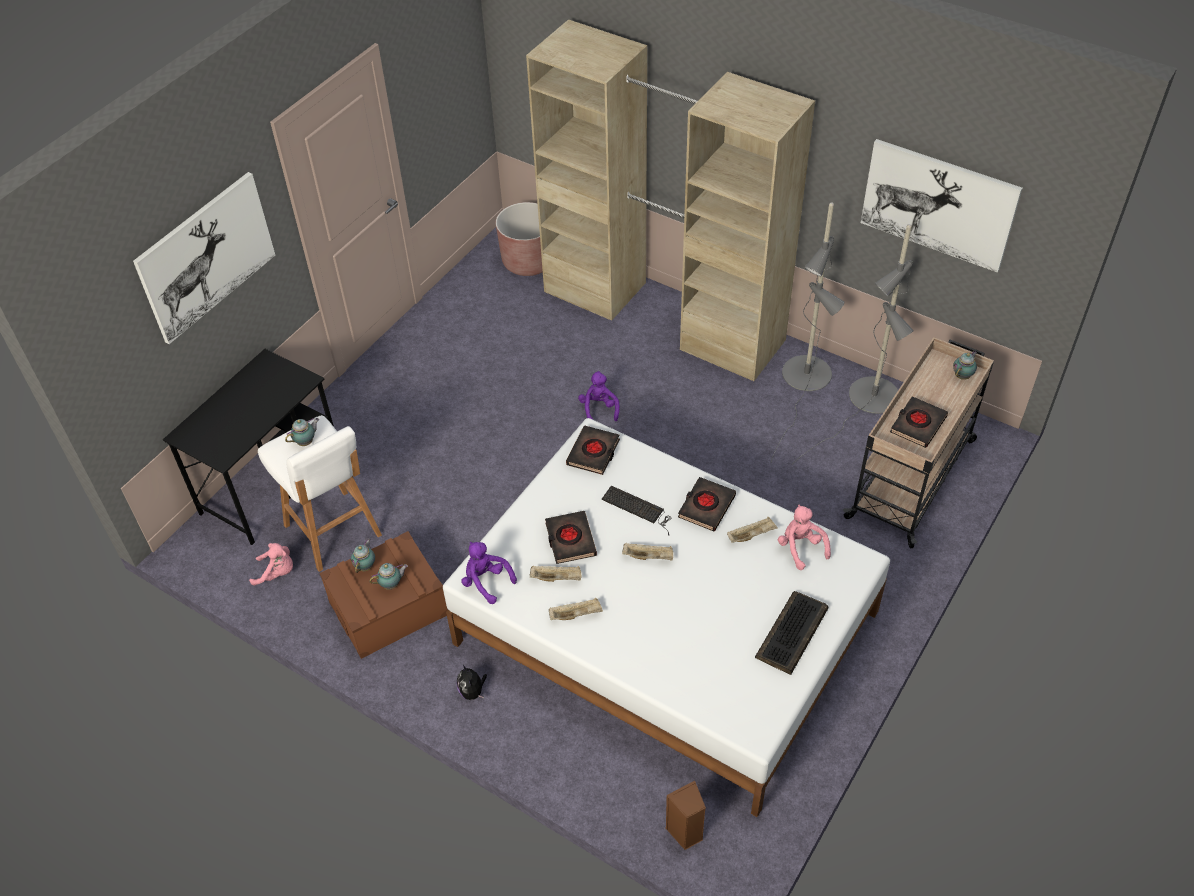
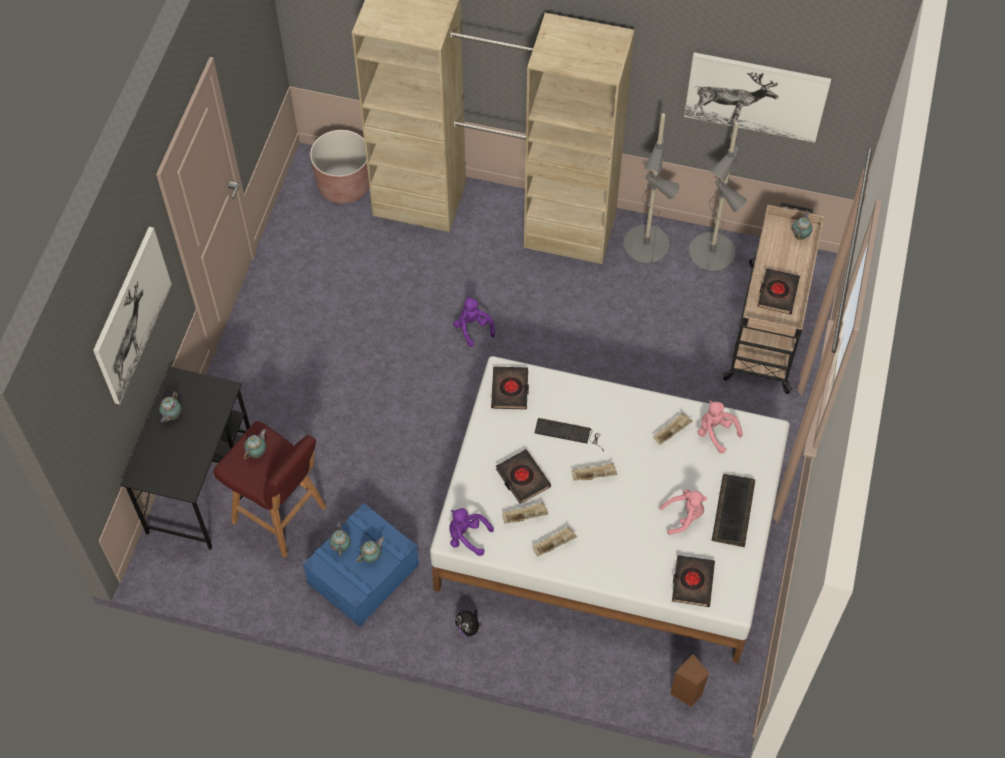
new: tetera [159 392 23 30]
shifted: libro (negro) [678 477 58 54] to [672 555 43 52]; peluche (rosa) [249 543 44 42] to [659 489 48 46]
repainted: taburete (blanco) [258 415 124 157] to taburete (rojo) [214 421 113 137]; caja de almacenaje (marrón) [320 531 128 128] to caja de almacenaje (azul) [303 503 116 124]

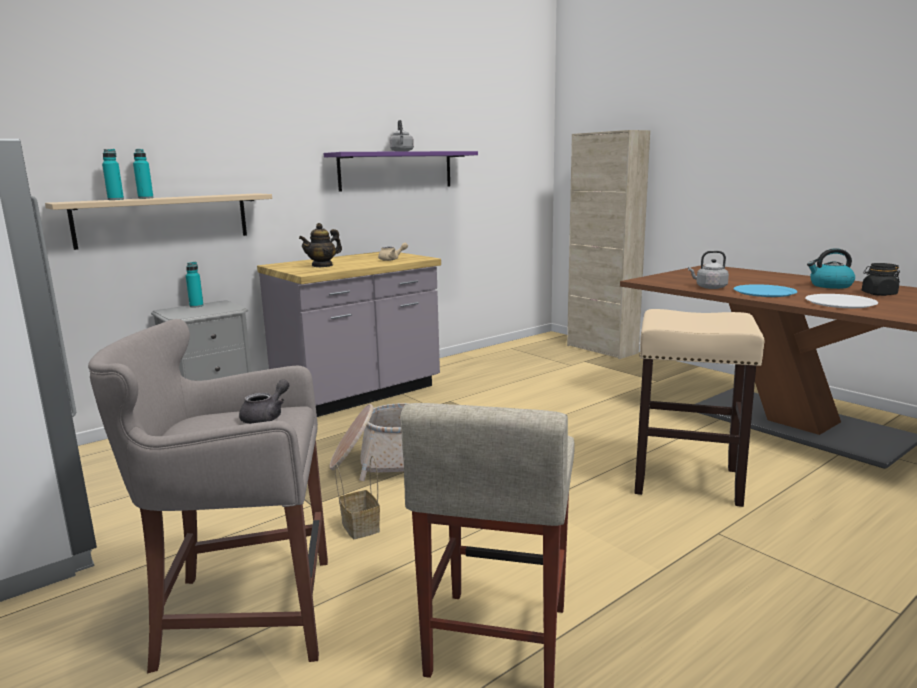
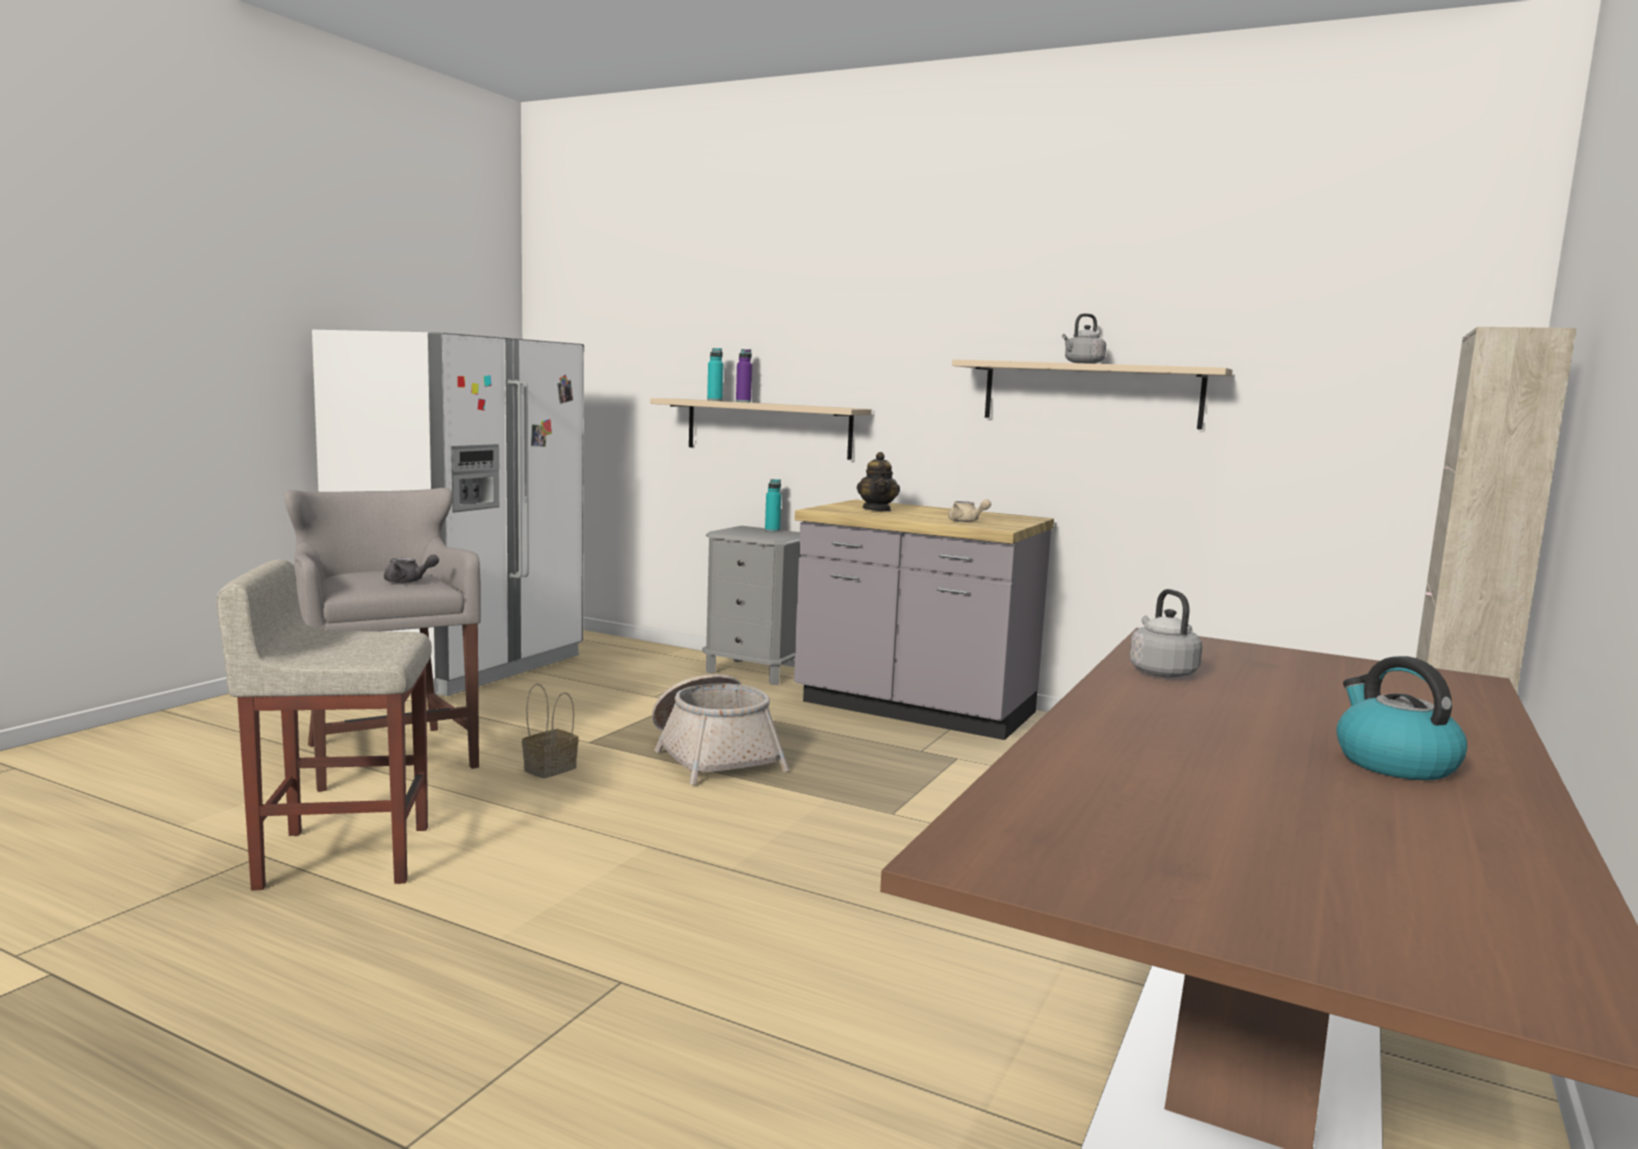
gone: tarro (negro) [862 263 38 33]; plato (azul) [734 284 63 13]; plato (blanco) [805 294 73 14]; taburete (beis) [634 309 130 198]
repainted: botella (turquesa) [133 149 21 50] to botella (morado) [736 349 16 53]; estante (morado) [323 151 155 41] to estante (beis) [952 359 281 71]
rotated: tetera [299 223 43 44] = [857 452 43 60] 120 degrees counterclockwise

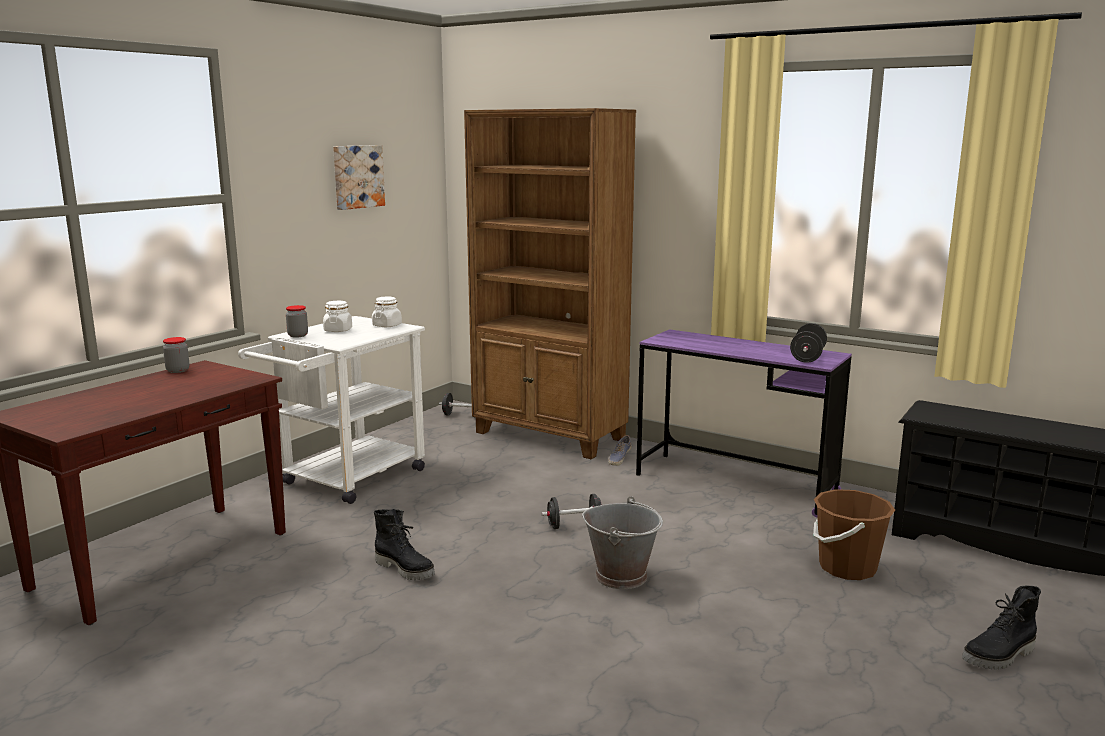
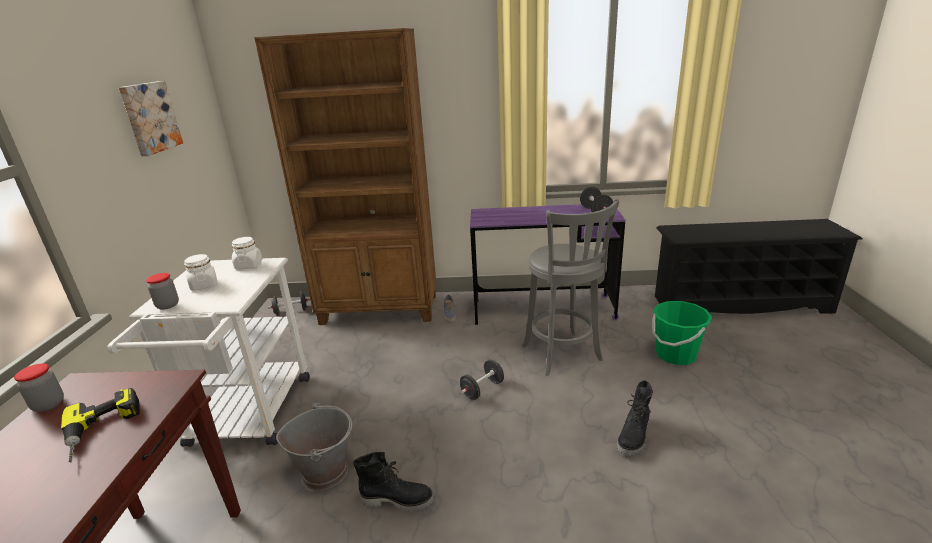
new: taburete (gris) [522 199 97 177]; taladro [61 388 79 74]
shifted: cubo (gris) [582 496 81 93] to [276 402 76 89]; bota (negro) [962 586 79 84] to [617 380 36 76]
repainted: cubo (marrón) [813 489 82 91] to cubo (verde) [652 301 60 64]

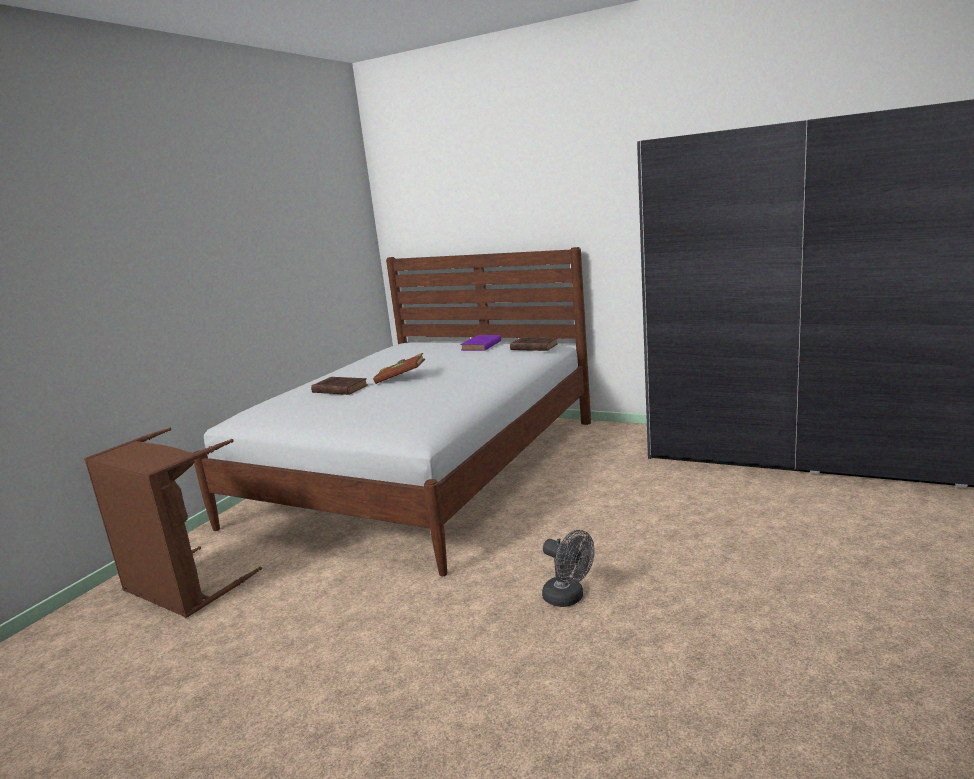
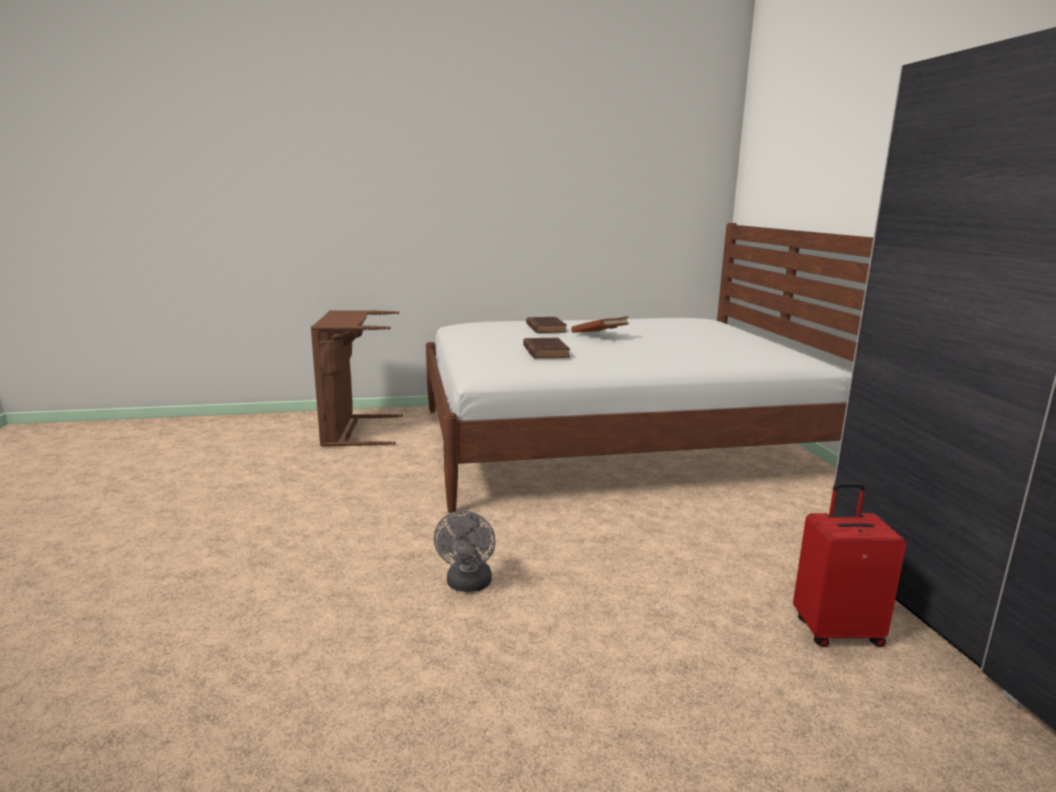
gone: libro (morado) [460 335 41 16]
new: maleta (rojo) [793 483 113 164]
shifted: libro (marrón) [510 337 48 14] to [523 338 47 21]

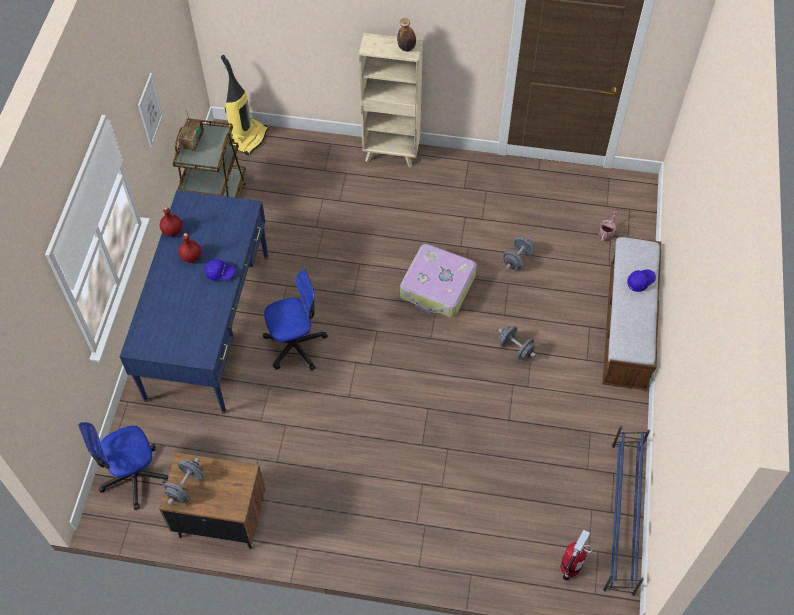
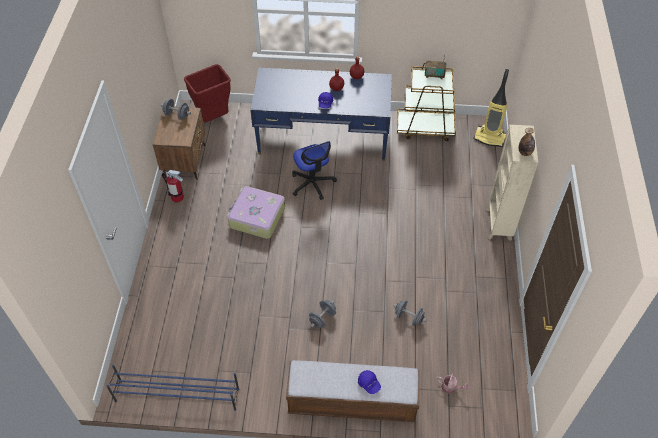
gone: cuadro [138 73 25 74]
shifted: maleta [400 244 77 73] to [227 186 58 53]; extintor [560 530 33 51] to [162 170 22 32]
swapped: silla de oficina [79 422 89 88] to papelera (rojo) [184 64 47 58]

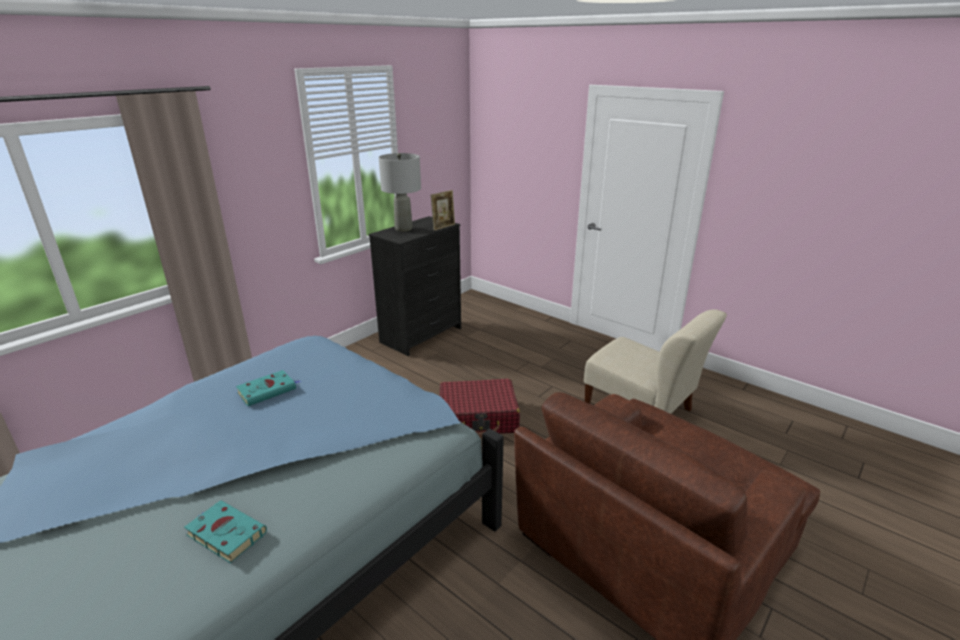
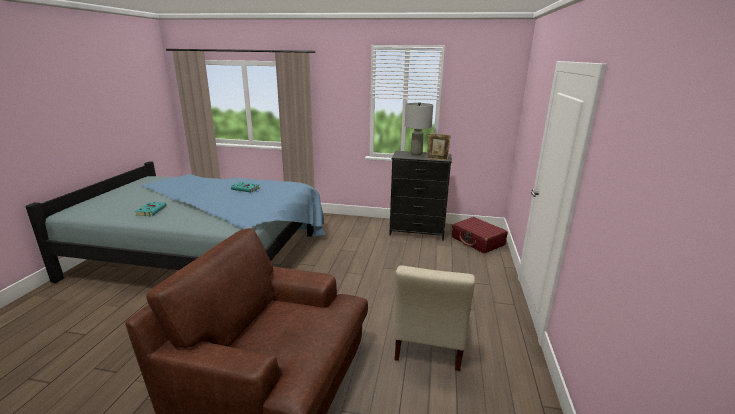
shifted: maleta (rojo) [440 379 80 59] to [452 217 56 36]

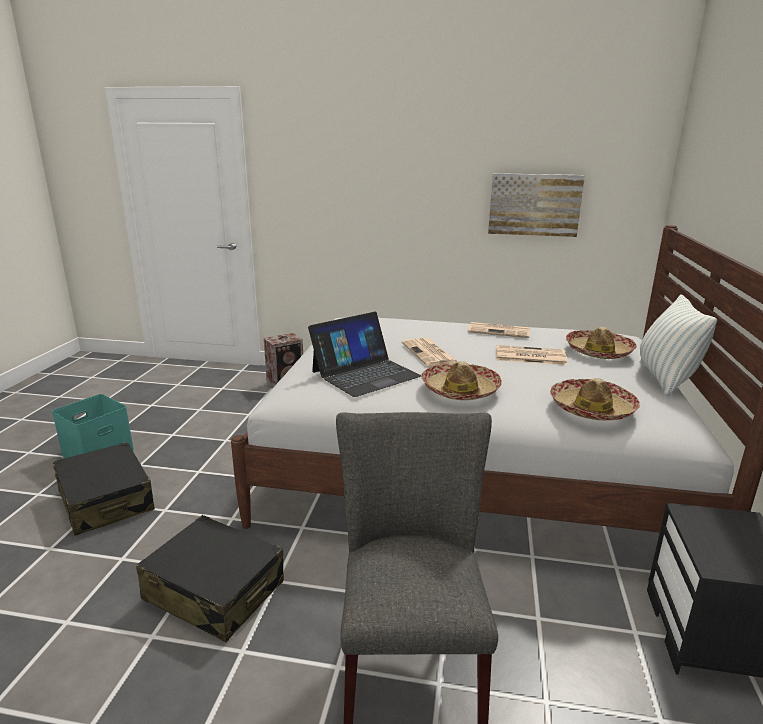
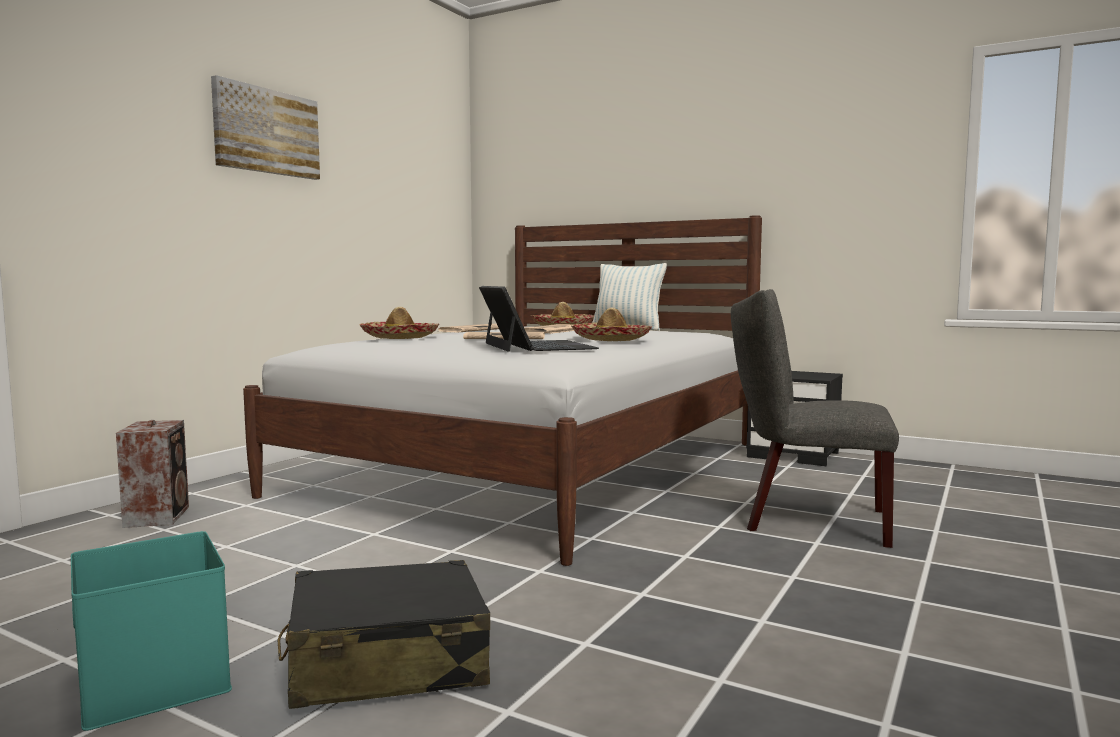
gone: maleta (negro) [136 515 148 127]
shifted: cuadro [488 173 97 64] to [211 75 109 105]; sombrero [550 378 90 43] to [360 306 79 33]

